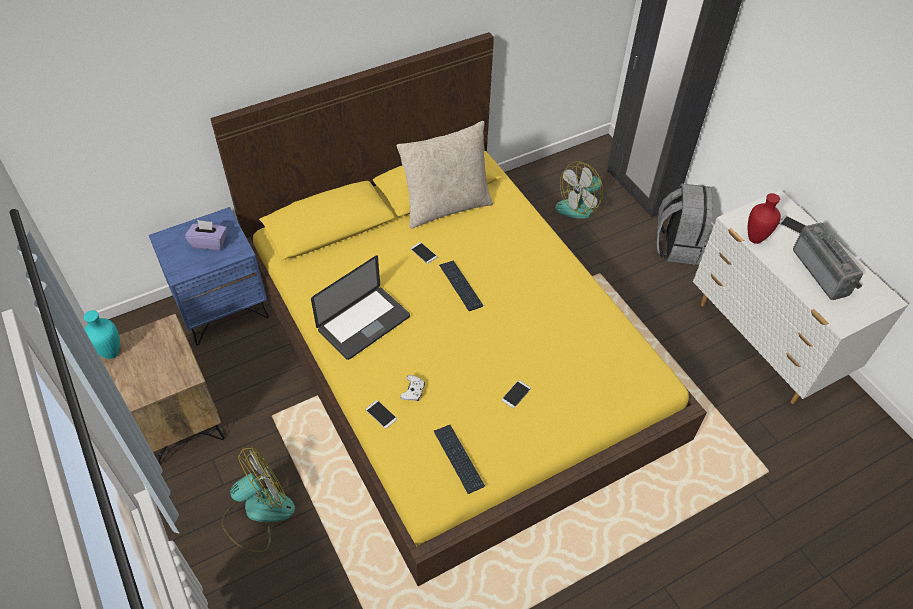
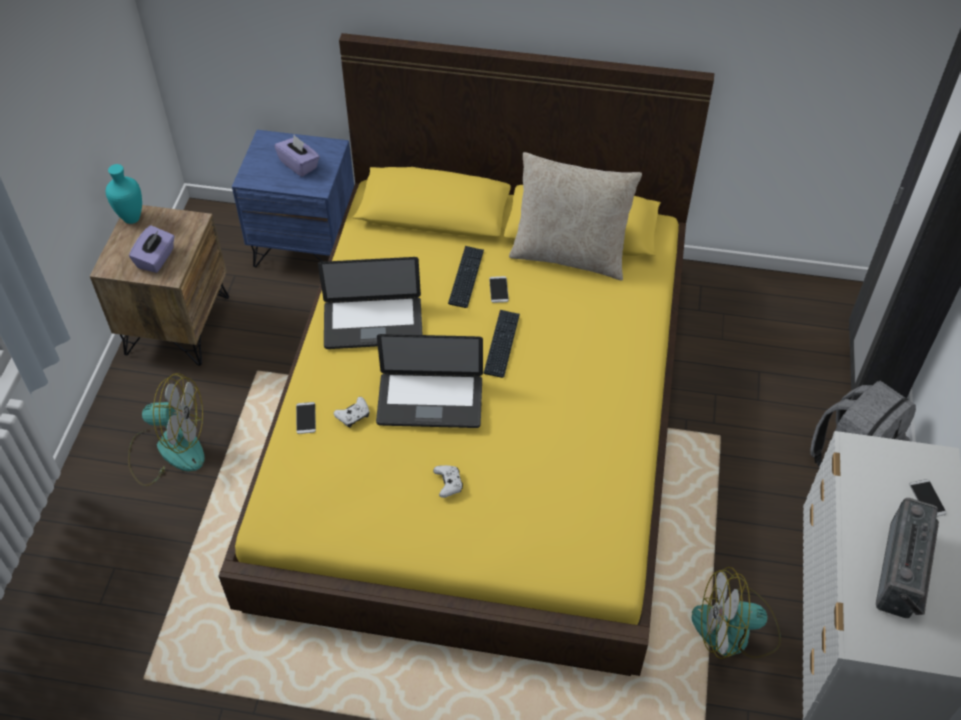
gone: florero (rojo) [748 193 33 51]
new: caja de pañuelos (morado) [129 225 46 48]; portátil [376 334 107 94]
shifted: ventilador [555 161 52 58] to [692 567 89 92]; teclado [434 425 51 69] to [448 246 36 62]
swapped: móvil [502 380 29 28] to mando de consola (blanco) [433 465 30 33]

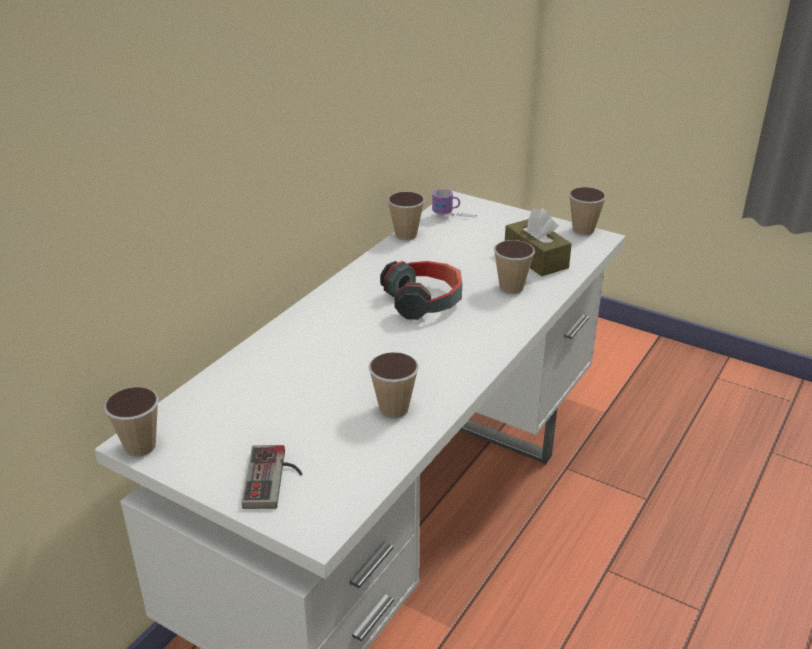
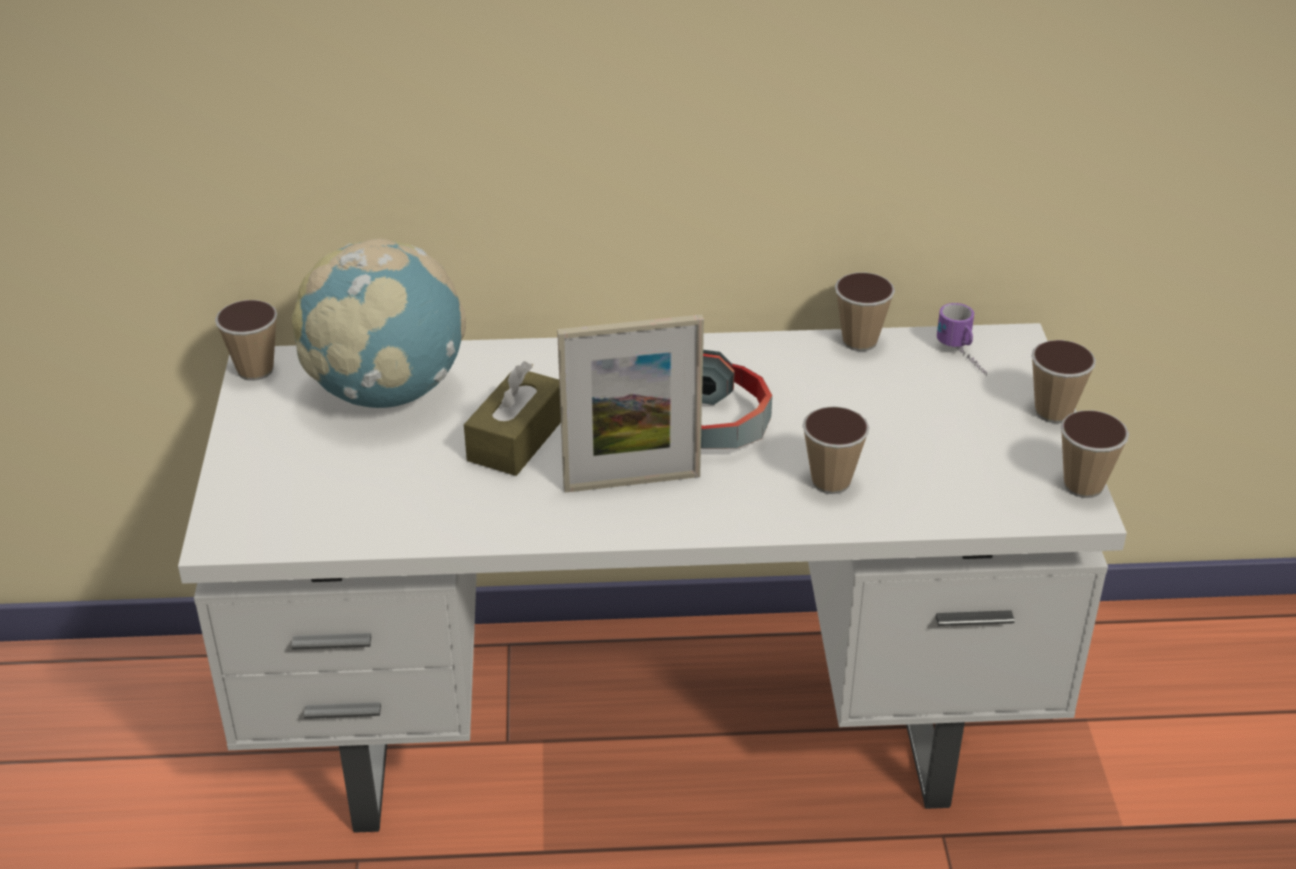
gone: mando de consola [242 445 60 64]
new: globo terráqueo [292 239 174 169]; portarretratos [557 314 147 179]
shifted: caja de pañuelos (marrón) [505 208 67 68] to [464 361 97 115]; taza [368 352 51 66] to [1031 340 65 83]

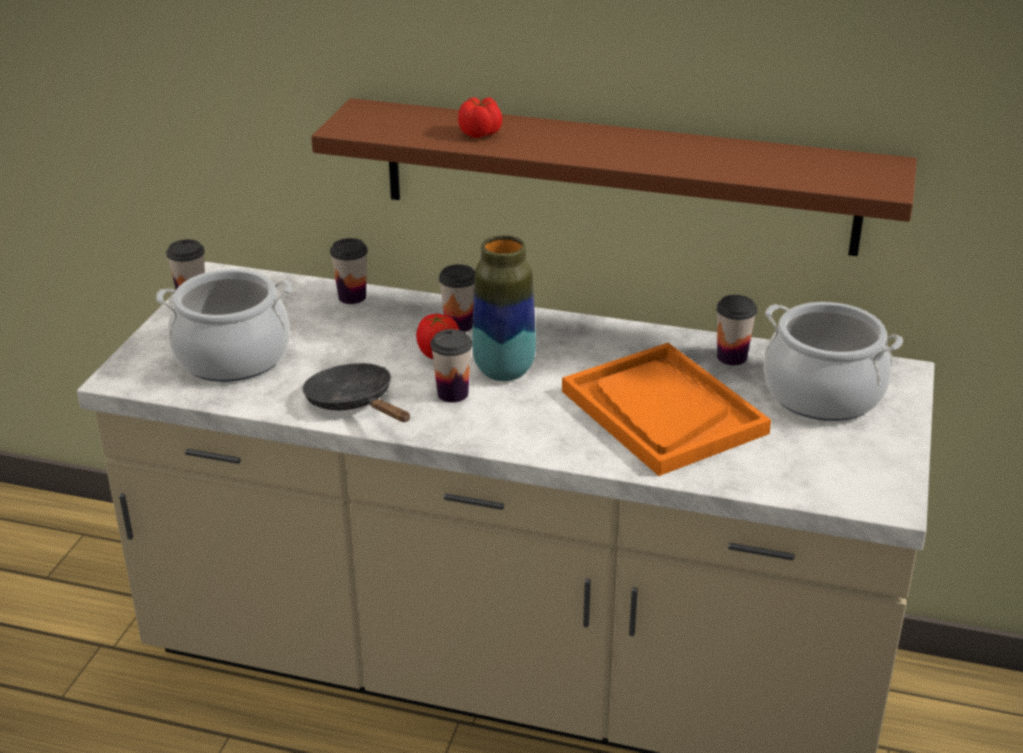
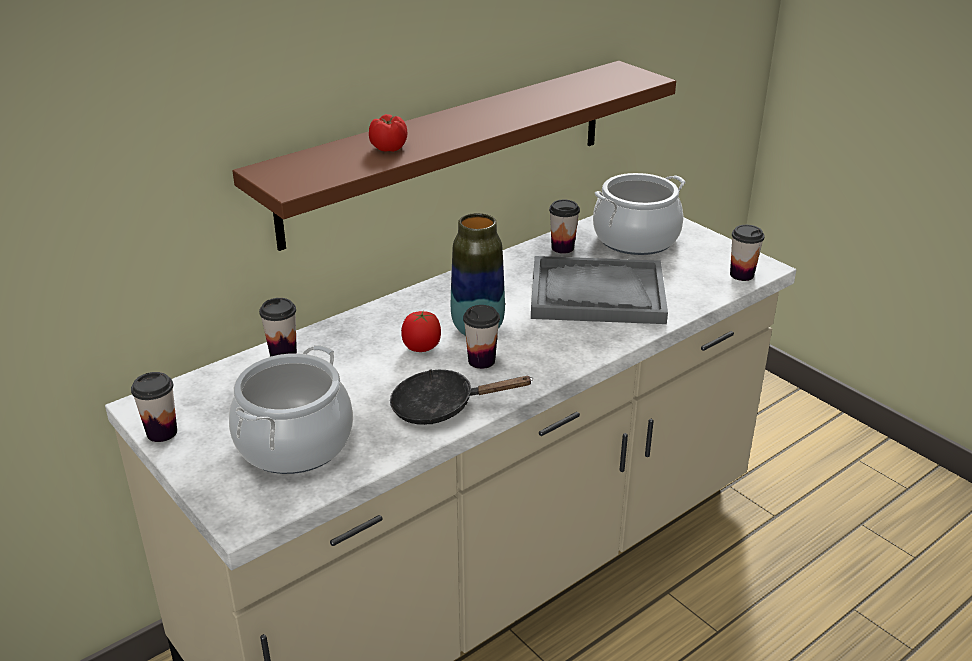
shifted: taza [439 264 36 68] to [730 225 35 56]
repainted: bandeja (naranja) [562 343 209 133] to bandeja (gris) [531 256 137 68]

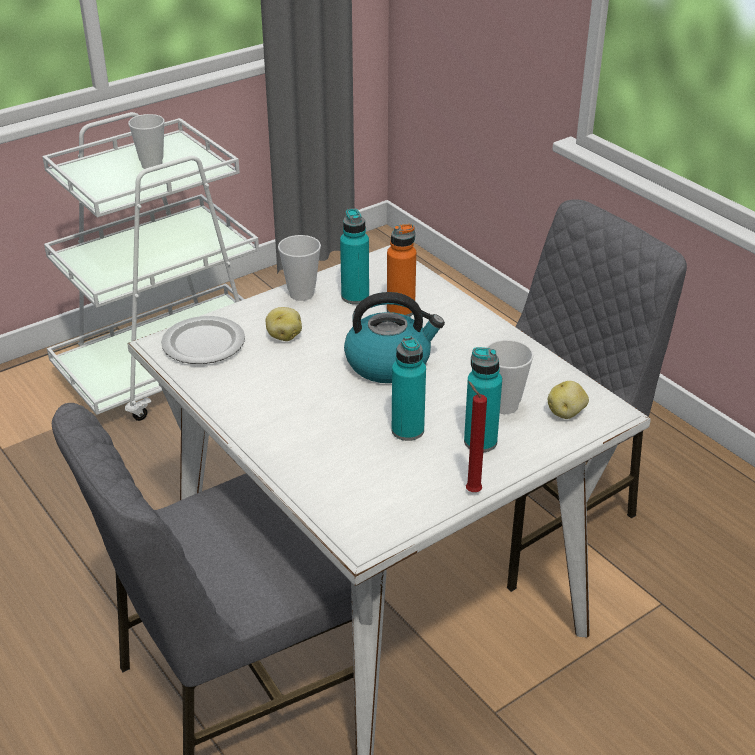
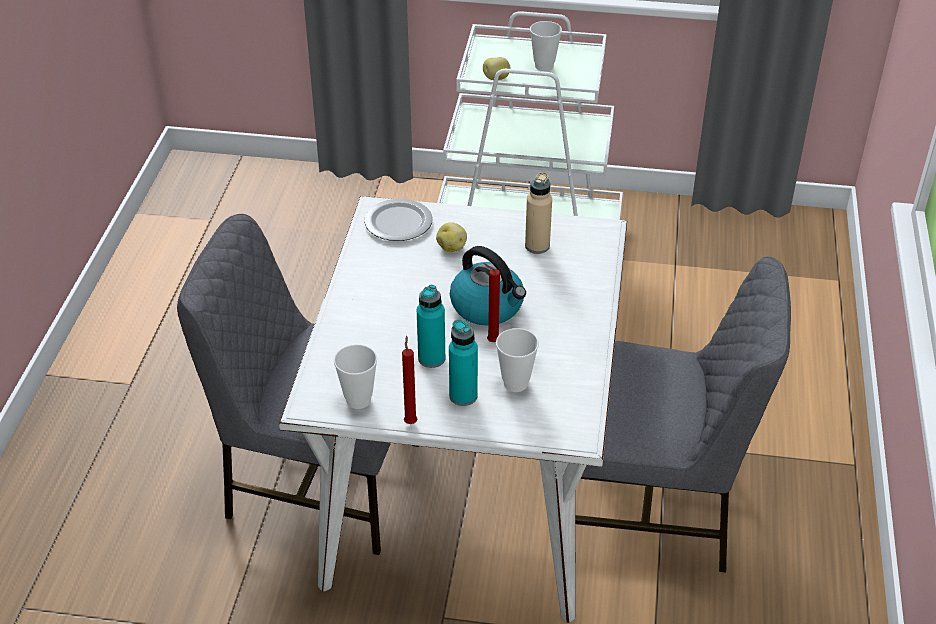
gone: botella (naranja) [387 224 29 93]
new: vela (rojo) [483 263 17 79]
shifted: taza [278 235 43 66] to [334 344 43 65]; patata [548 381 41 38] to [483 57 28 23]
repainted: botella (turquesa) [340 208 29 96] to botella (beis) [525 172 27 82]

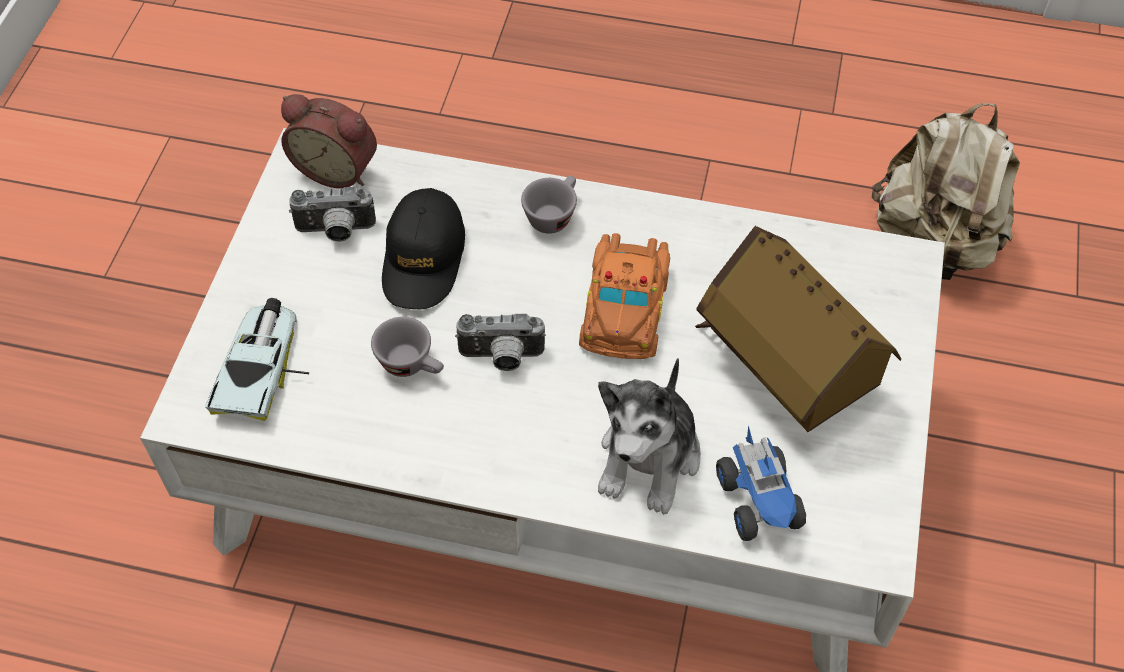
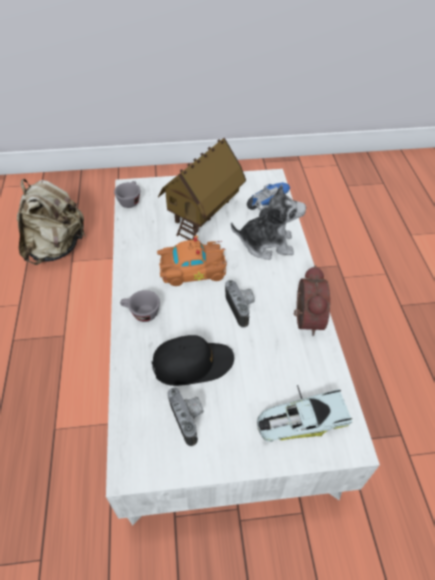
shifted: despertador [281 94 96 94] to [293 265 37 71]; taza (gris) [371 317 73 60] to [114 181 26 27]

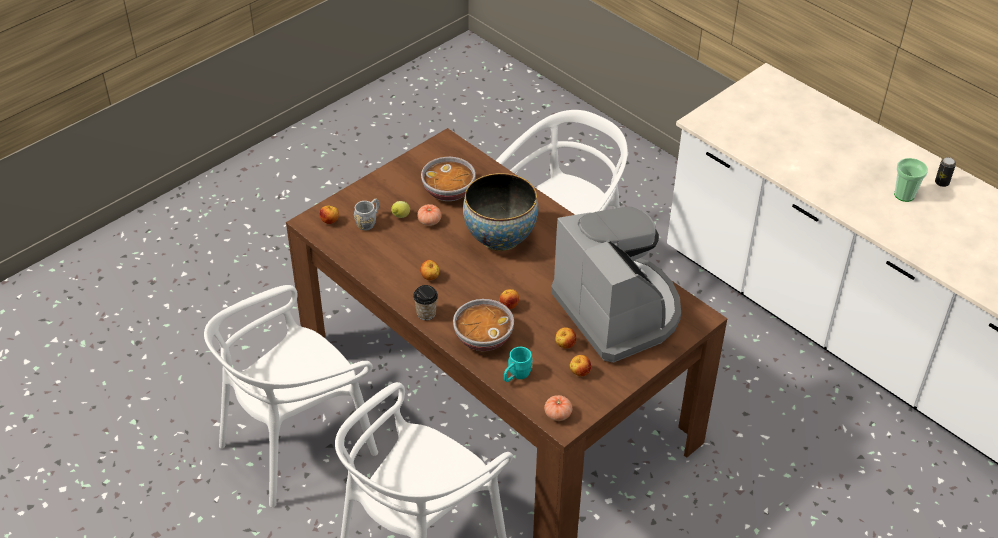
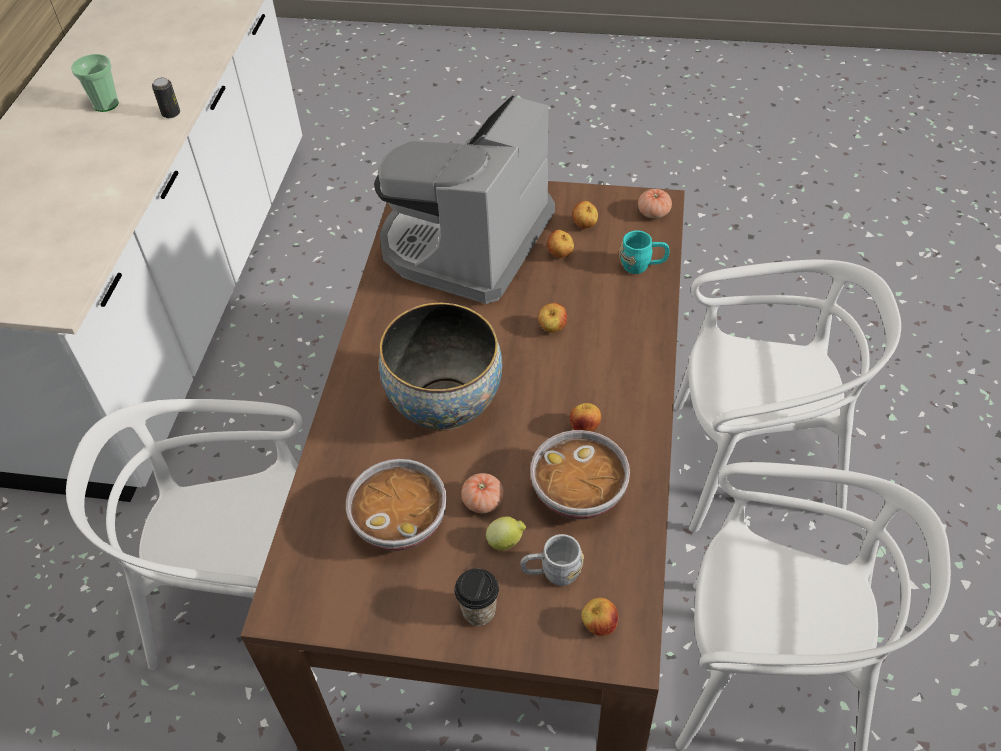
shifted: lata [935 157 21 30] to [152 78 28 40]; taza [413 285 25 35] to [454 568 45 58]; cuenco [453 299 61 52] to [530 430 100 90]

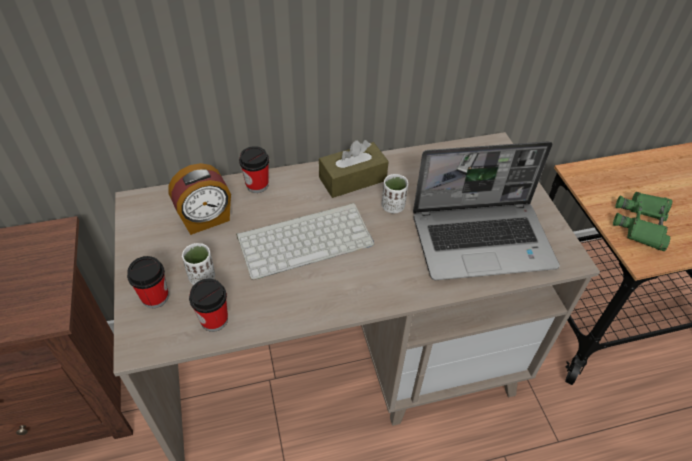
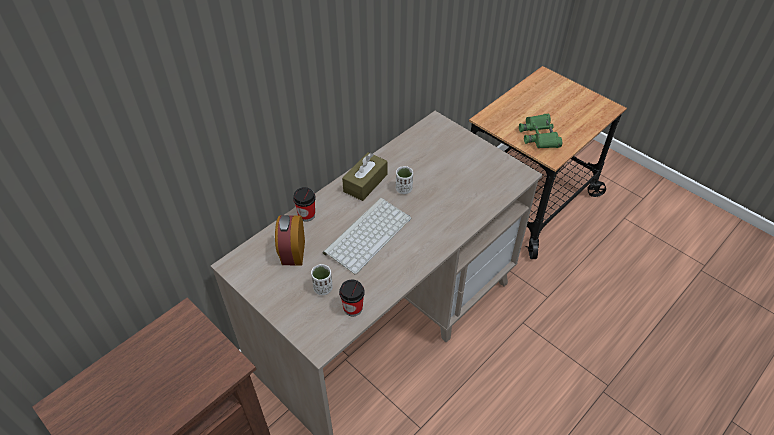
gone: portátil [413 141 147 139]; taza [127 256 42 52]
rotated: despertador [168 163 63 72] = [275 215 30 50] 150 degrees clockwise

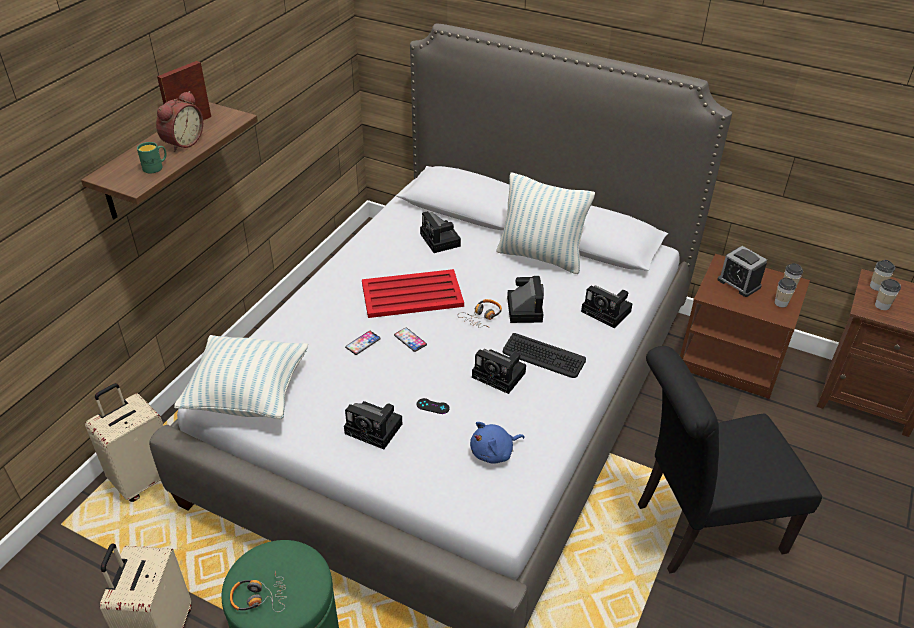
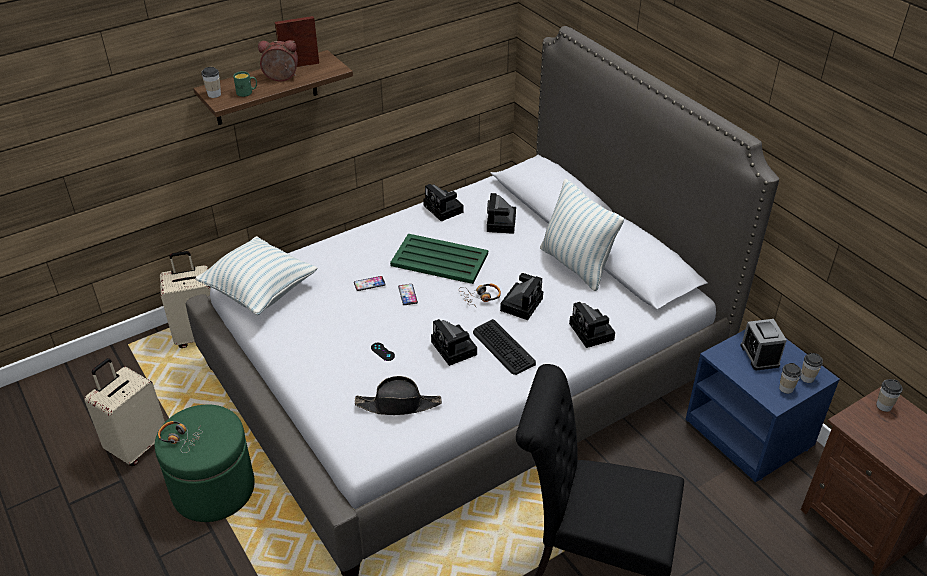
shifted: taza [875 279 26 31] to [201 67 20 31]; cámara [344 401 58 48] to [423 184 41 37]
swapped: peluche (azul) [470 422 55 41] to sombrero (negro) [355 376 87 39]
repainted: mesita de noche (marrón) [680 254 130 145] to mesita de noche (azul) [685 330 155 153]; bandeja (rojo) [362 269 102 49] to bandeja (verde) [390 234 98 50]
rotated: despertador [156 91 47 61] = [258 40 40 41] 150 degrees counterclockwise

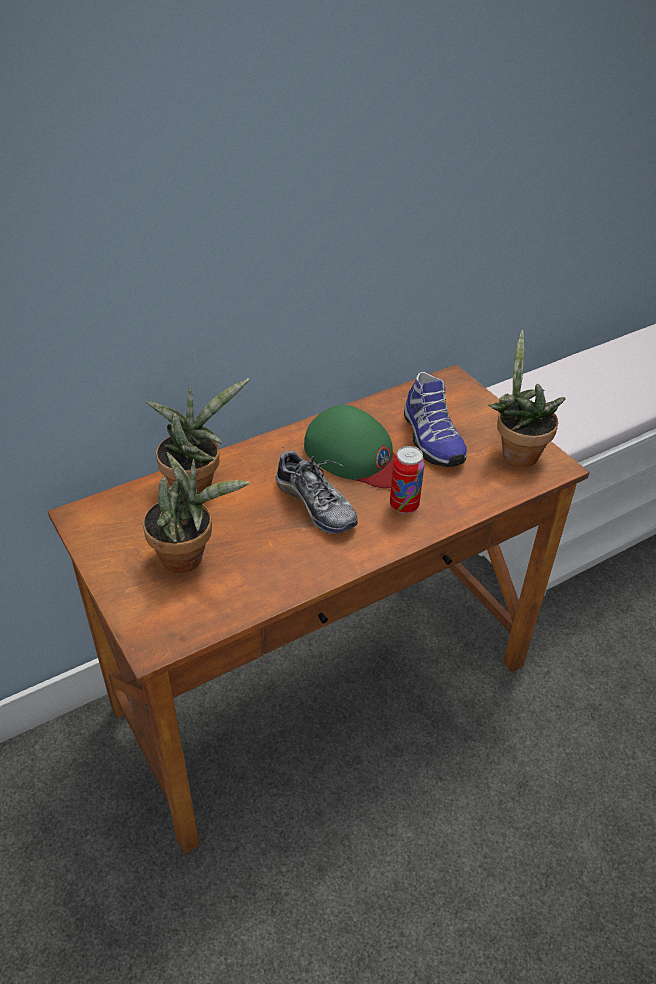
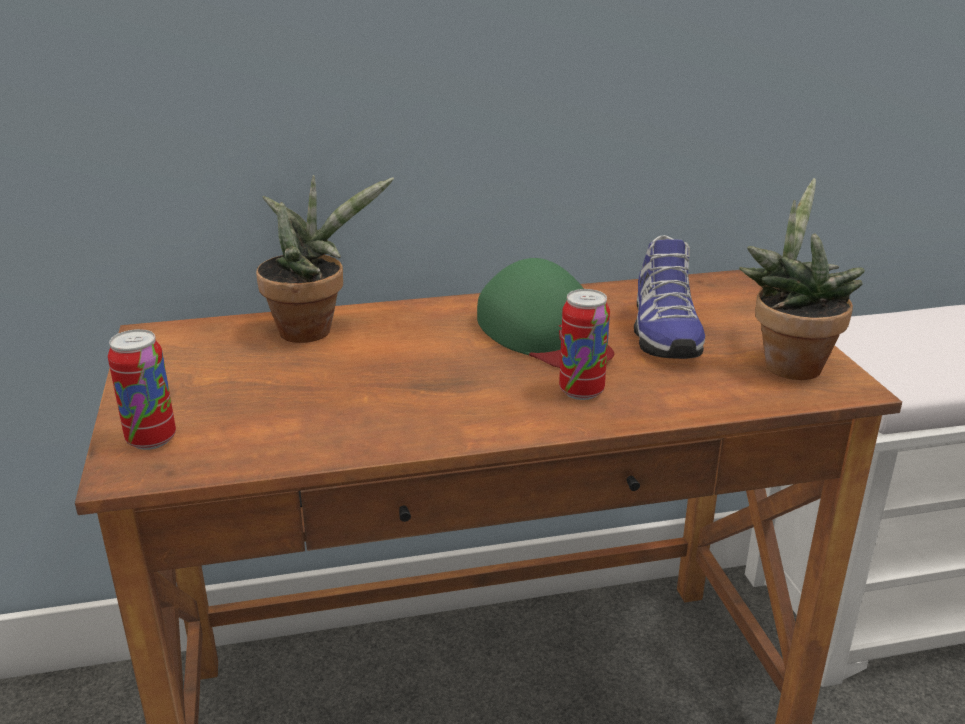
gone: zapato [276 446 82 88]; planta en maceta [143 452 107 121]
new: lata [108 329 68 121]

